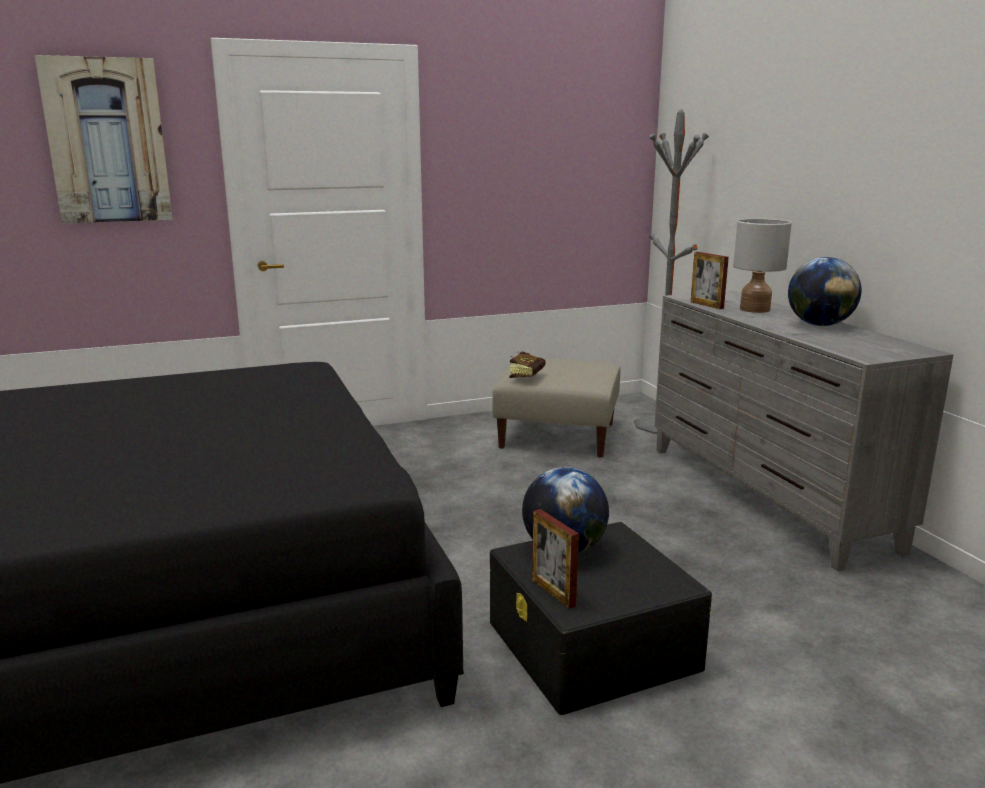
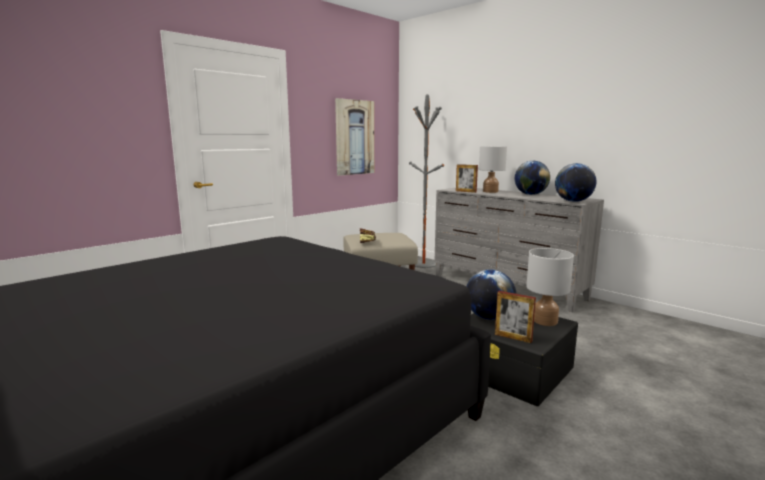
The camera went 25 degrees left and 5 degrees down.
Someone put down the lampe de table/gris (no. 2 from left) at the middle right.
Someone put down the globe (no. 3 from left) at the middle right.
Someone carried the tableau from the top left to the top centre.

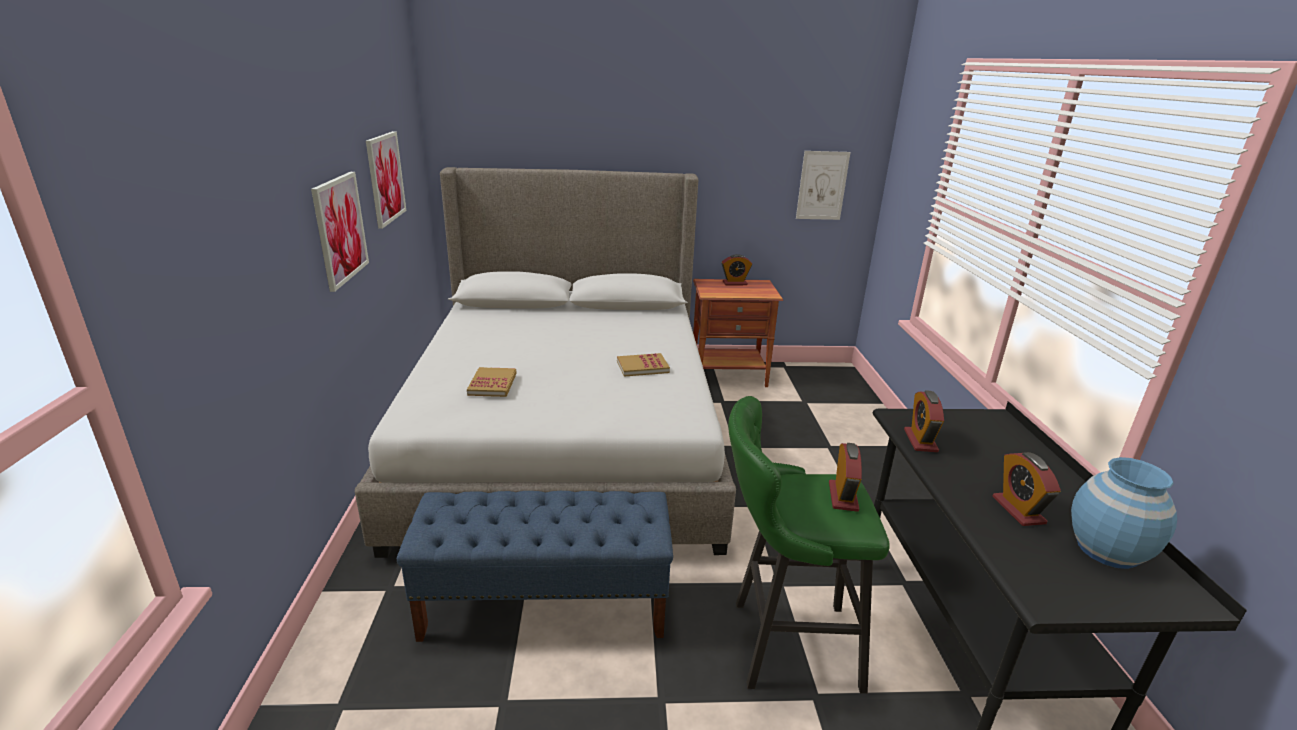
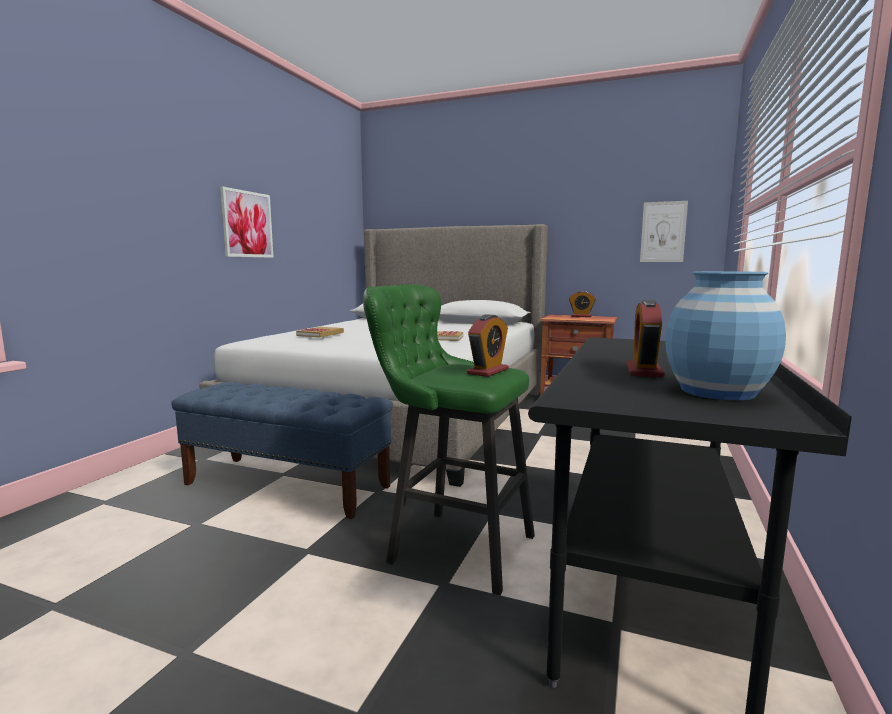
The camera went 25 degrees right and 15 degrees down.
Someone took away the tableau (no. 2 from left) at the top left.
Someone took away the réveil (no. 3 from left) at the middle right.

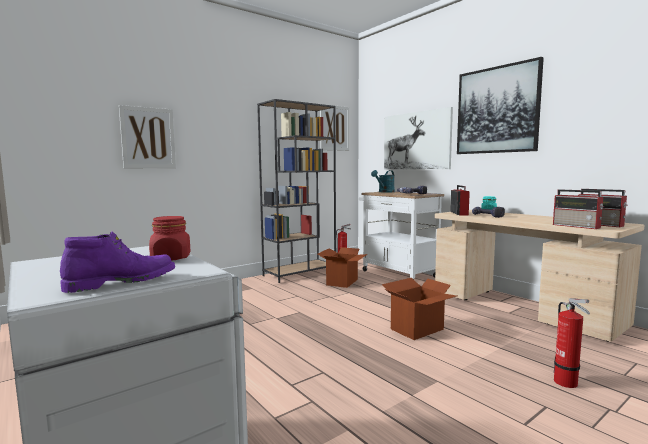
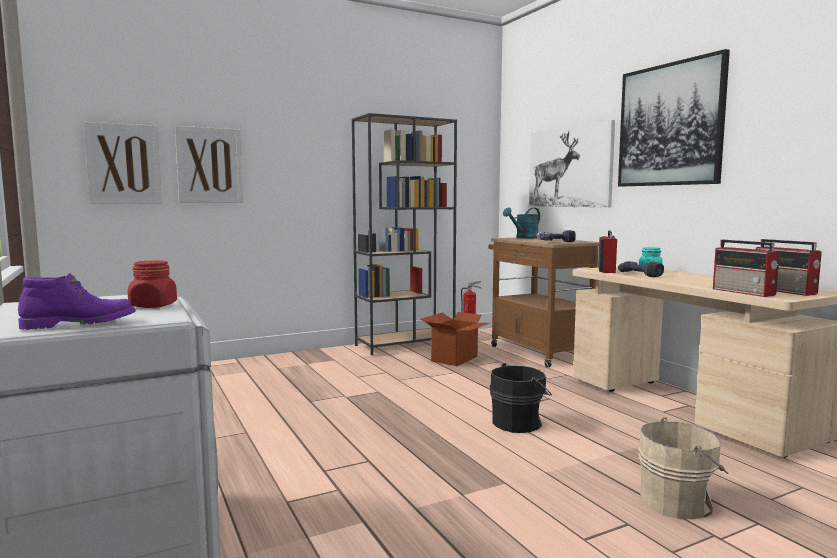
The camera went 10 degrees right and 0 degrees up.
Someone carried the tableau (no. 2 from left in the first image) from the top centre to the top left.
Someone swapped the carton (no. 2 from left) at the bottom centre for the seau/noir at the bottom centre.
Someone swapped the extincteur (no. 2 from left) at the bottom right for the seau/beige at the bottom right.
Someone repainted the chariot/blanc at the centre, which became the chariot/marron at the centre.

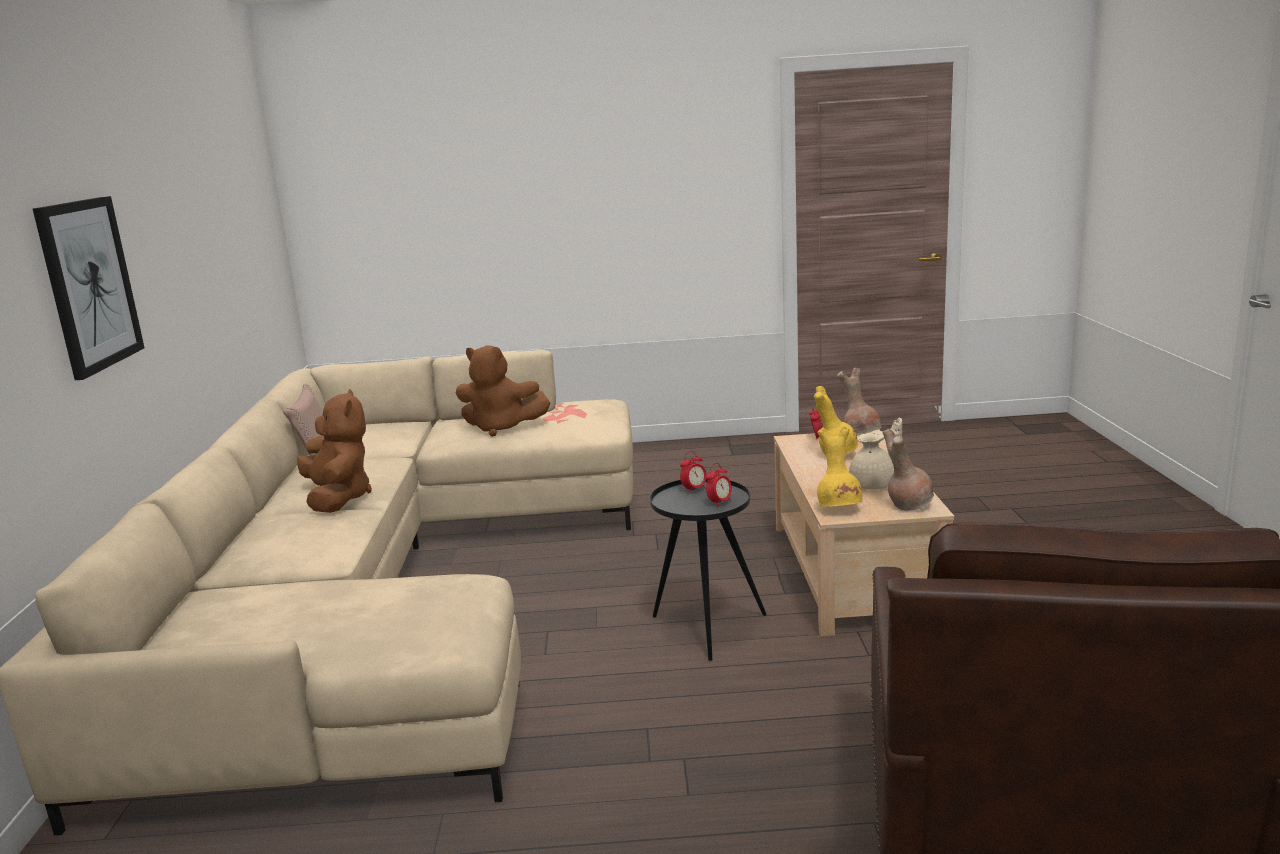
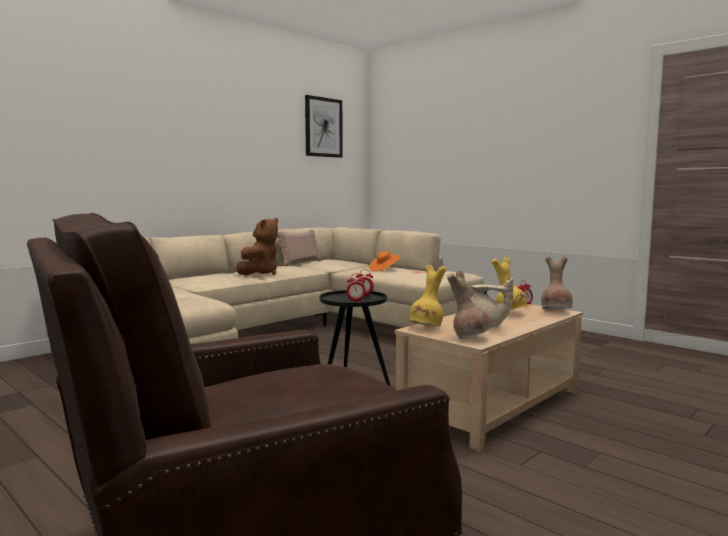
The camera went 45 degrees right and 10 degrees down.
Someone carried the tableau from the middle left to the top centre.
Someone swapped the peluche/marron (no. 2 from left) at the centre for the chapeau/orange at the centre.

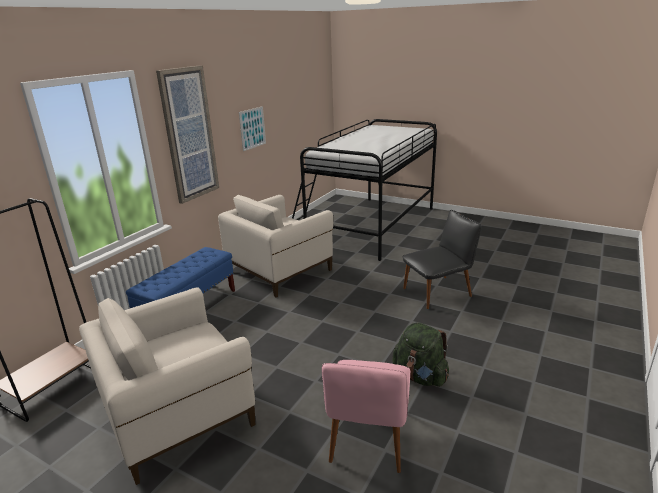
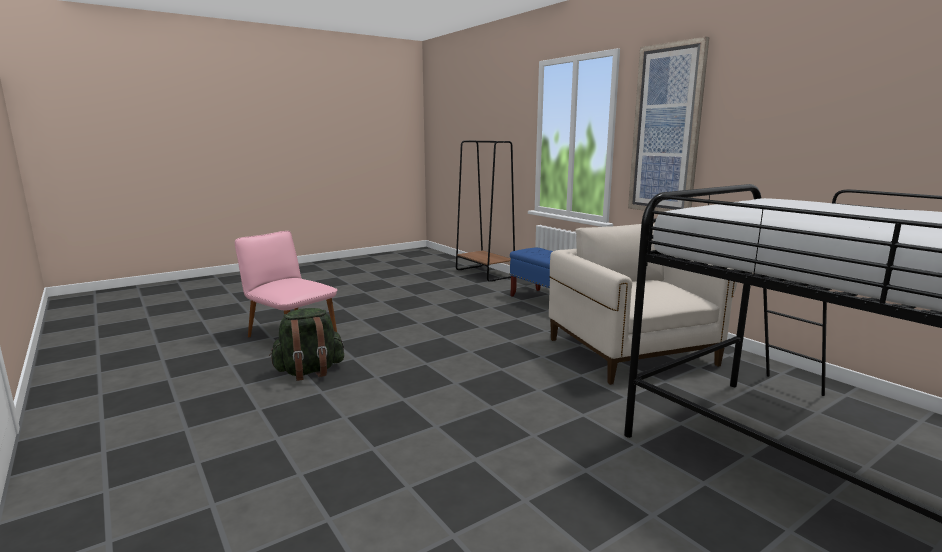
The camera went 115 degrees right and 10 degrees down.
Someone took away the fauteuil/beige (no. 1 from left) at the bottom left.
Someone took away the tableau (no. 2 from left) at the top centre.
Someone took away the chaise/noir at the middle right.

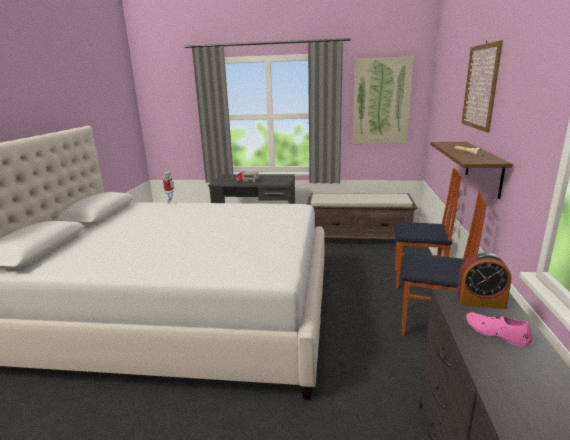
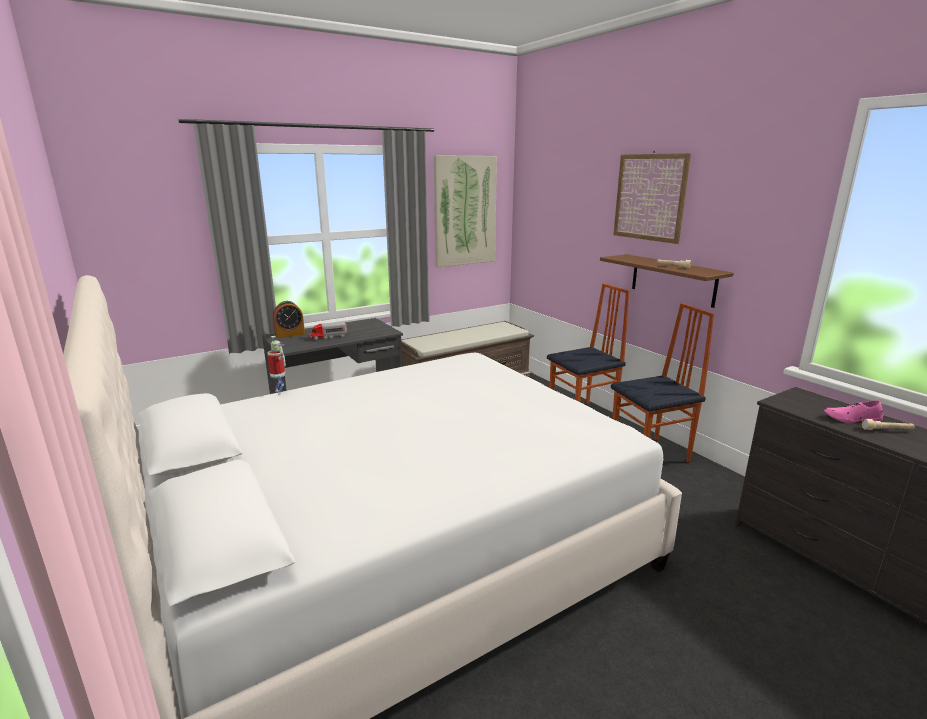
The camera went 40 degrees left and 0 degrees up.
Someone put down the lampe de poche/beige (no. 2 from left) at the middle right.
Someone carried the réveil from the middle right to the middle left.

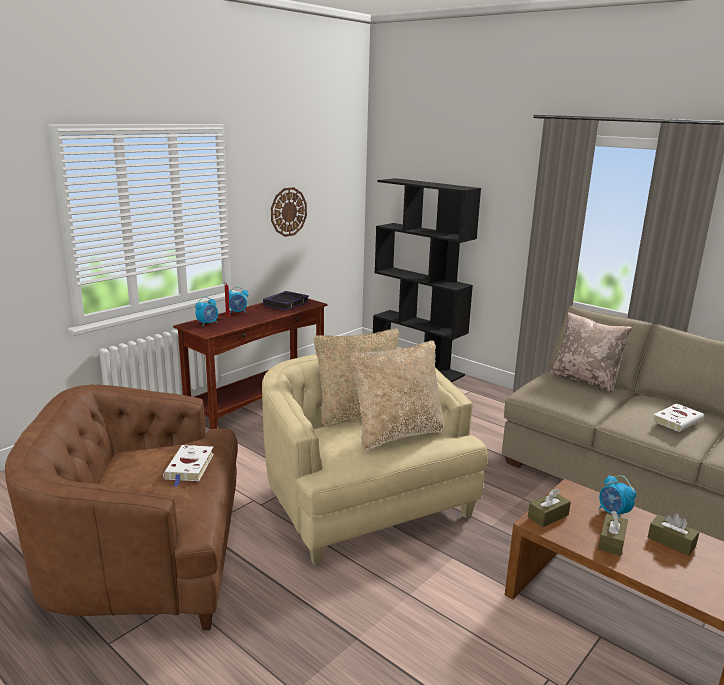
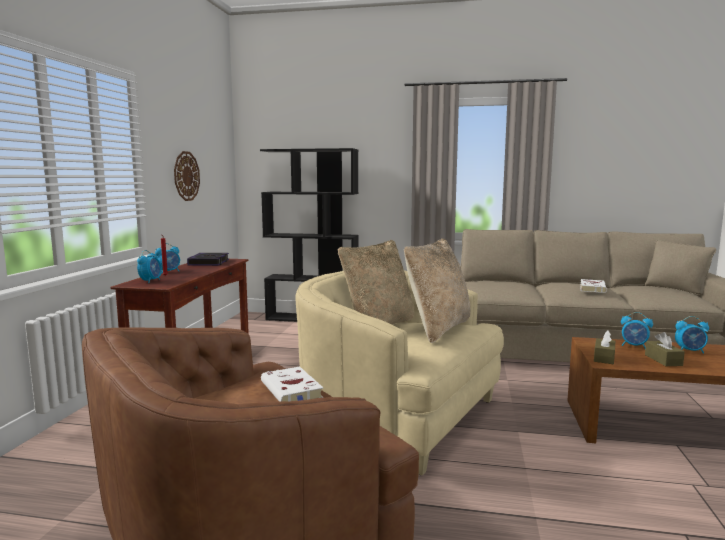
The camera went 30 degrees left and 10 degrees down.
Someone took away the coussin/beige (no. 3 from left) at the middle right.
Someone swapped the boîte à mouchoirs/marron (no. 3 from left) at the bottom right for the réveil (no. 4 from left) at the middle right.

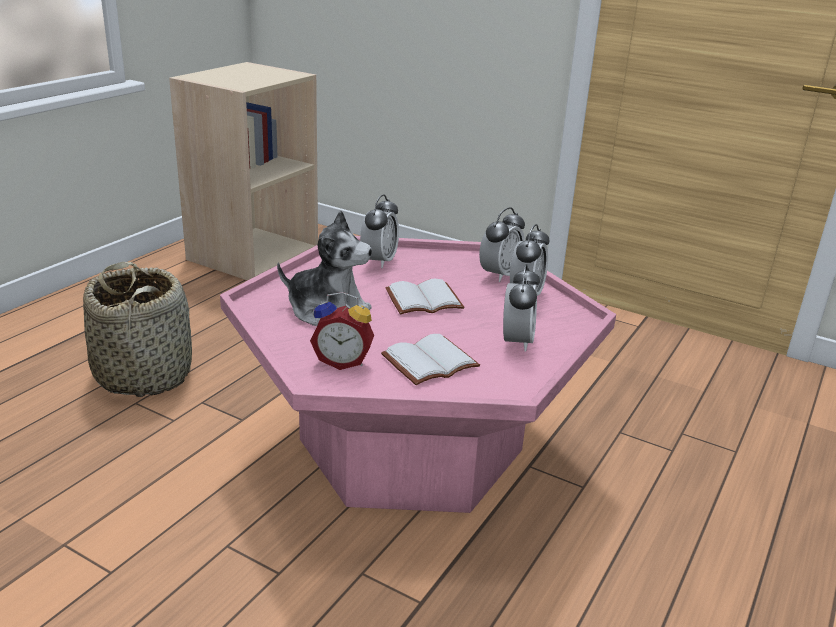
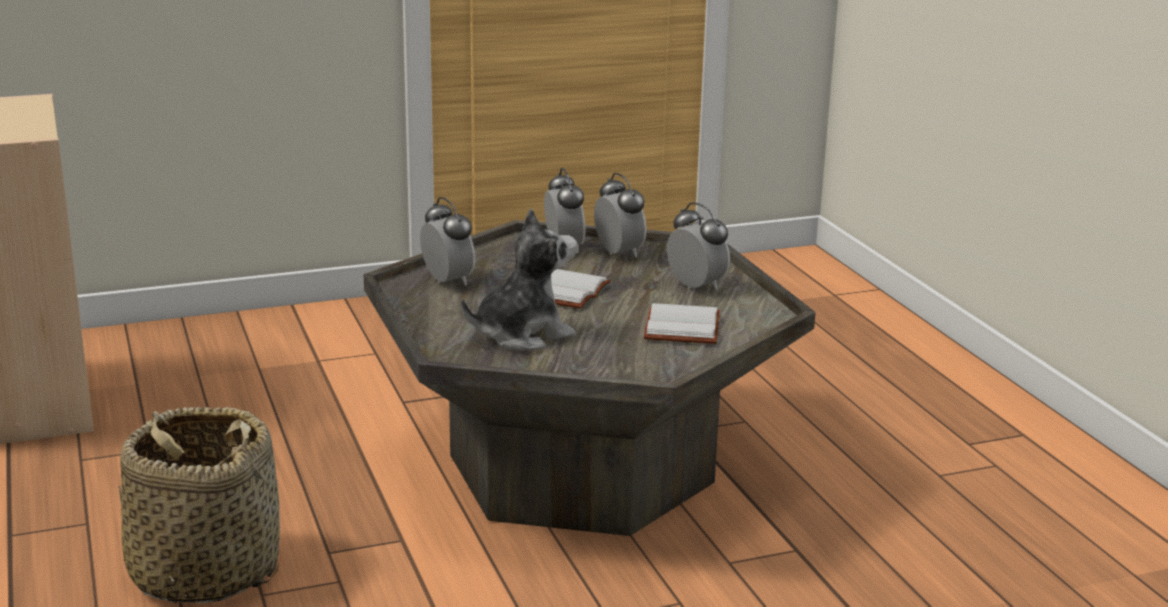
The camera went 50 degrees left and 5 degrees down.
Someone took away the réveil (no. 1 from left) at the centre.
Someone repainted the table basse/rose at the centre, which became the table basse/gris at the centre.

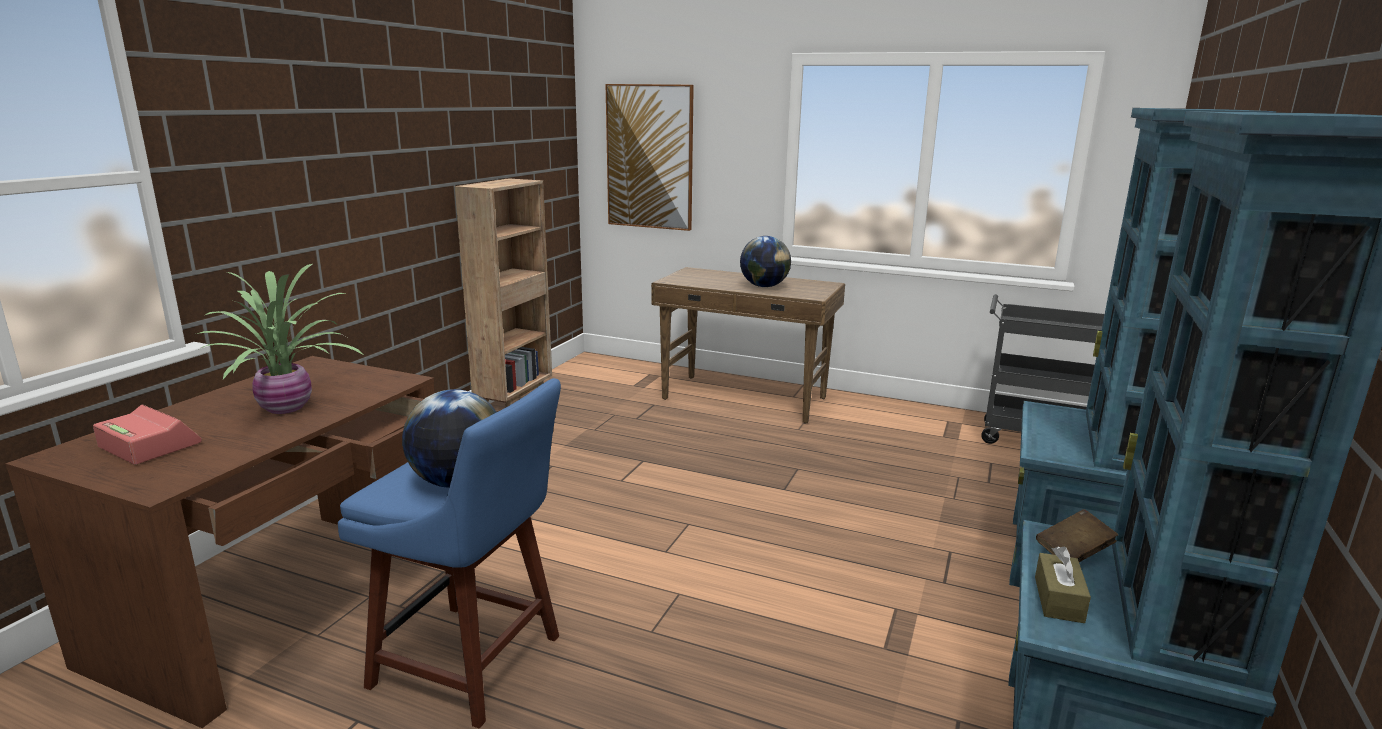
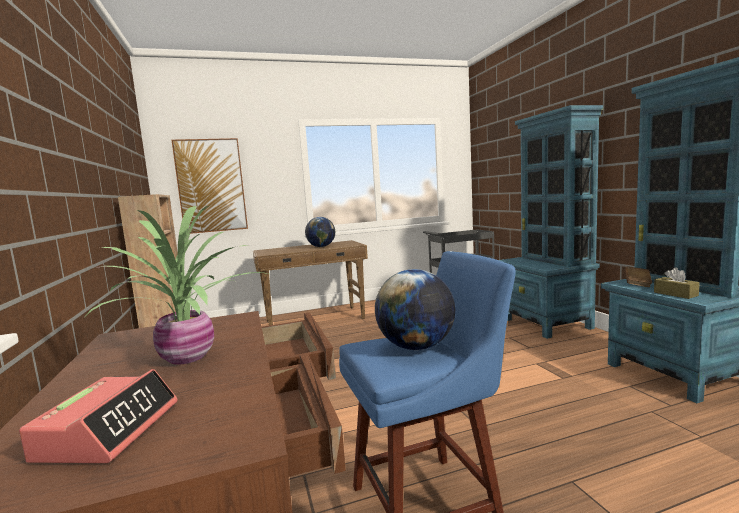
The camera went 40 degrees left and 10 degrees down.
Someone rotated the réveil at the middle left by 105 degrees clockwise.

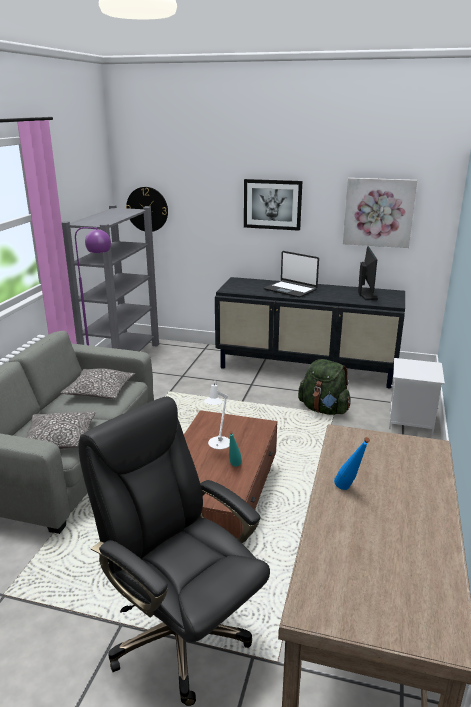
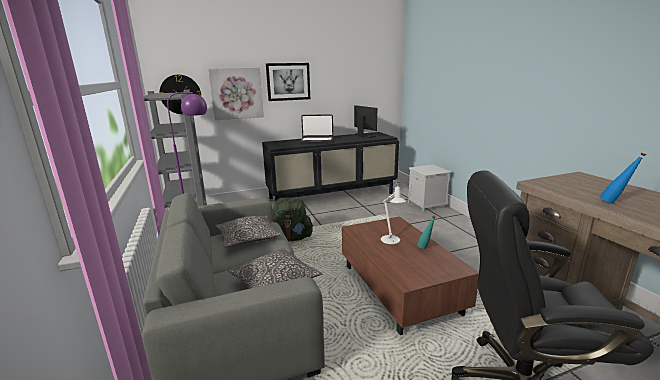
The camera went 35 degrees left and 5 degrees down.
Someone carried the sac à dos/vert from the middle right to the centre.
Someone carried the tableau (no. 2 from left in the first image) from the top right to the top centre.

